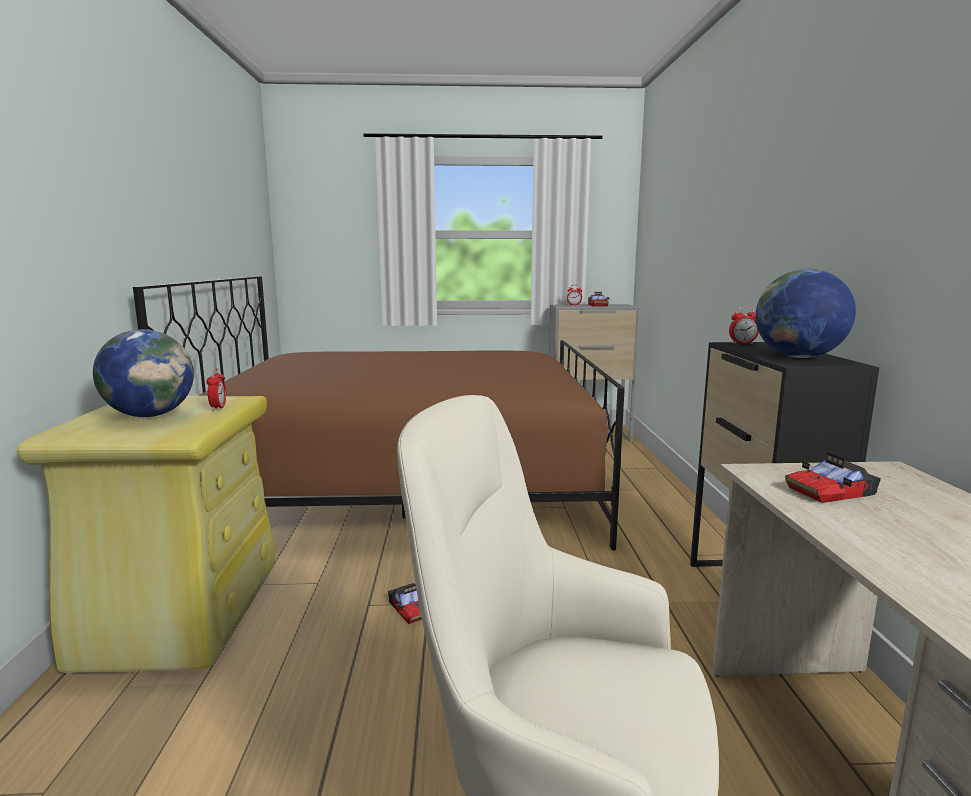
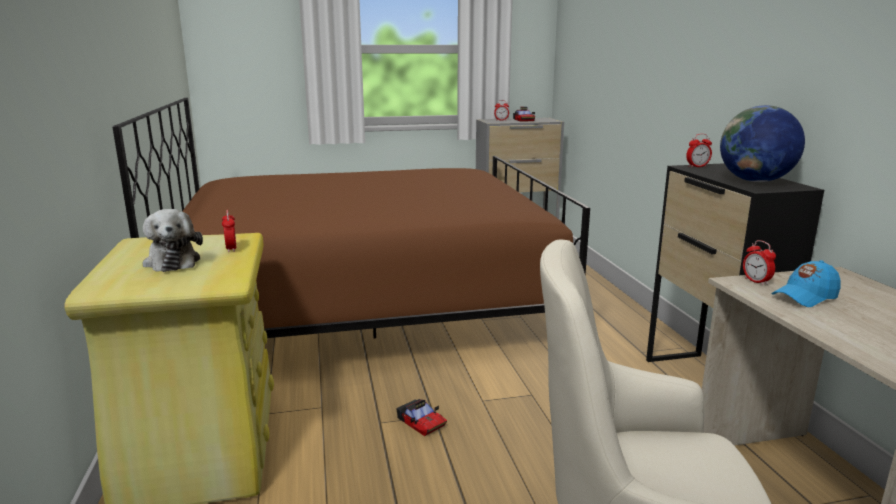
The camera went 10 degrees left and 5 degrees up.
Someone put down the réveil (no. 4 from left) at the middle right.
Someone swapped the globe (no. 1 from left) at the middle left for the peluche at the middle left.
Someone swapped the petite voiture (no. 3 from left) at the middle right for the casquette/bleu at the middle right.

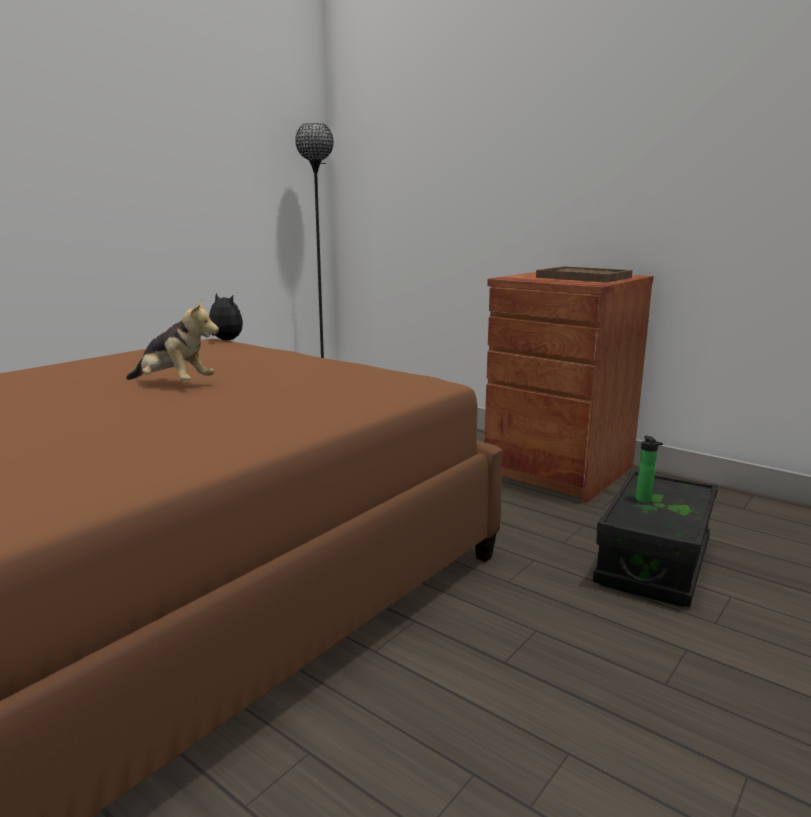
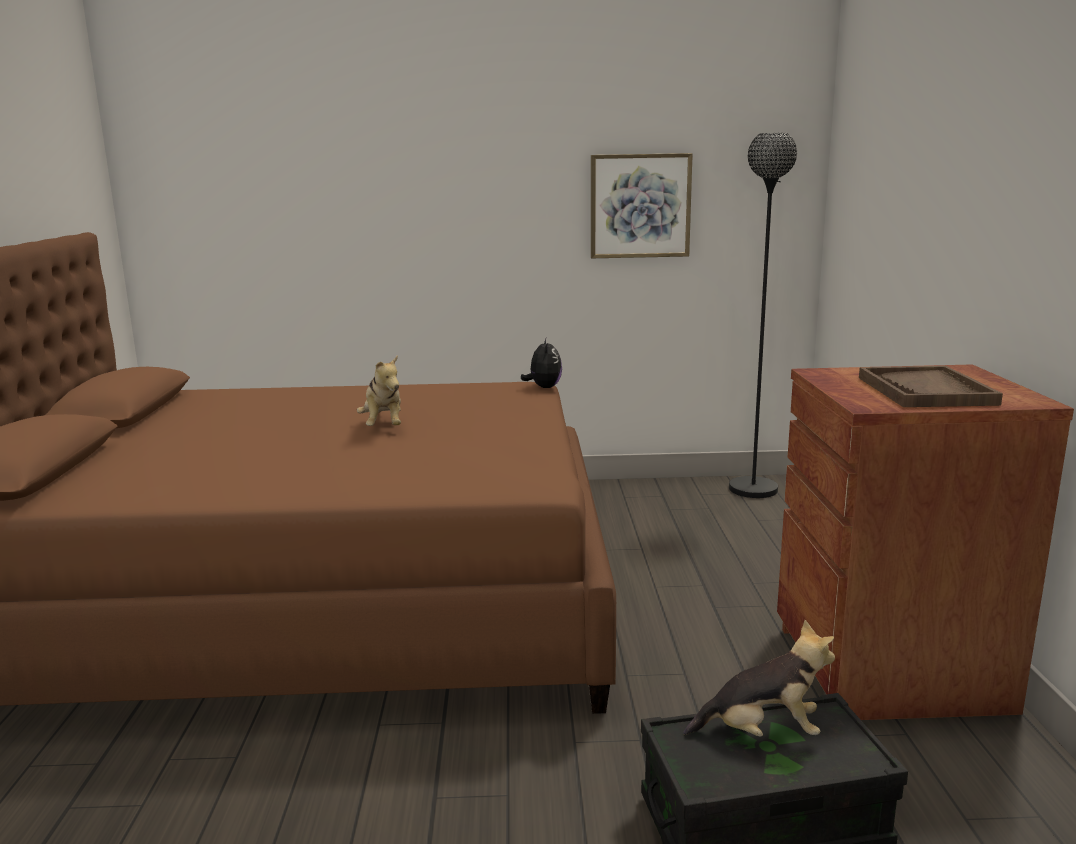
The camera went 50 degrees right and 0 degrees up.
Someone put up the tableau at the top centre.
Someone swapped the bouteille at the middle right for the peluche (no. 3 from left) at the bottom right.

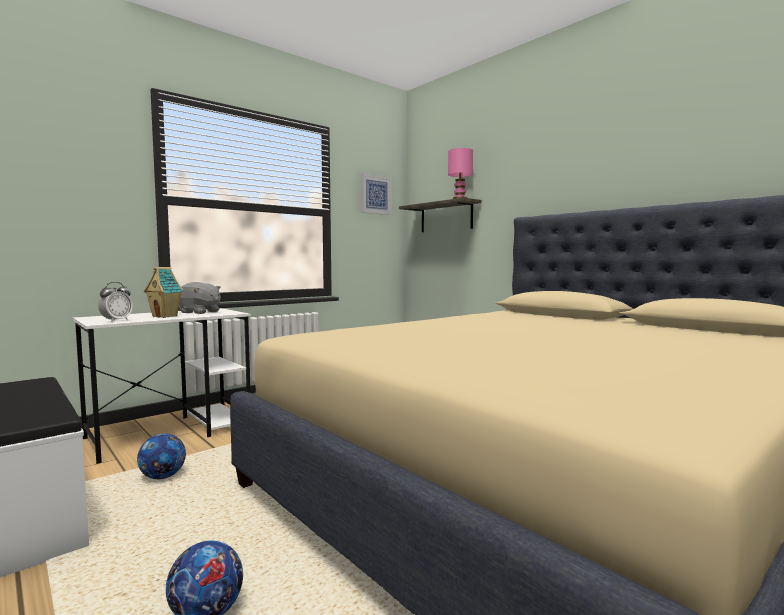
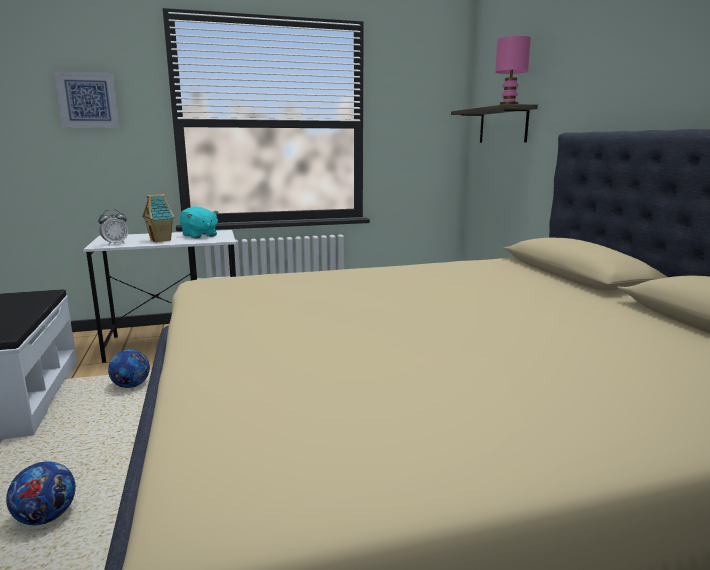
The camera went 25 degrees right and 10 degrees up.
Someone carried the tableau from the top centre to the top left.
Someone repainted the peluche/gris at the middle left, which became the peluche/turquoise at the middle left.

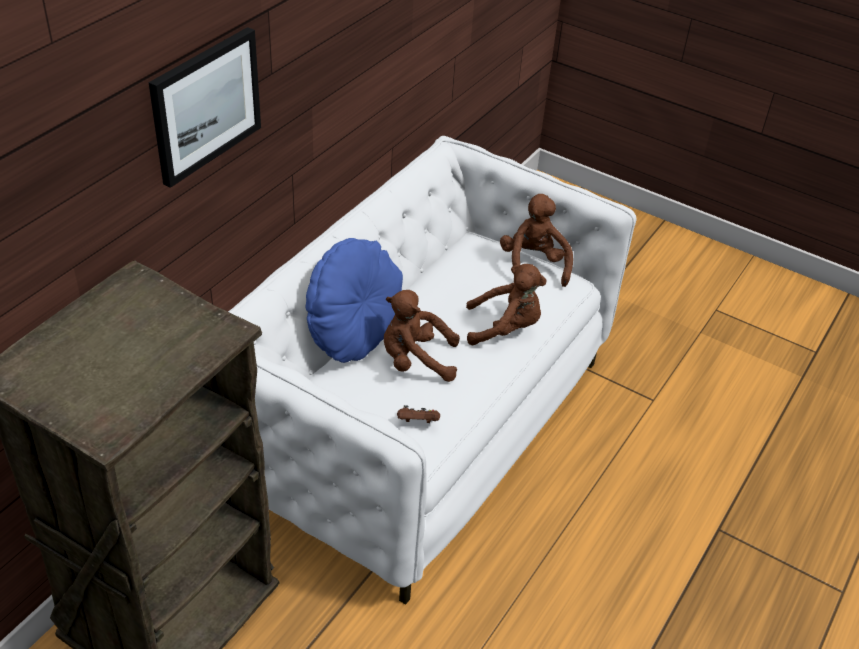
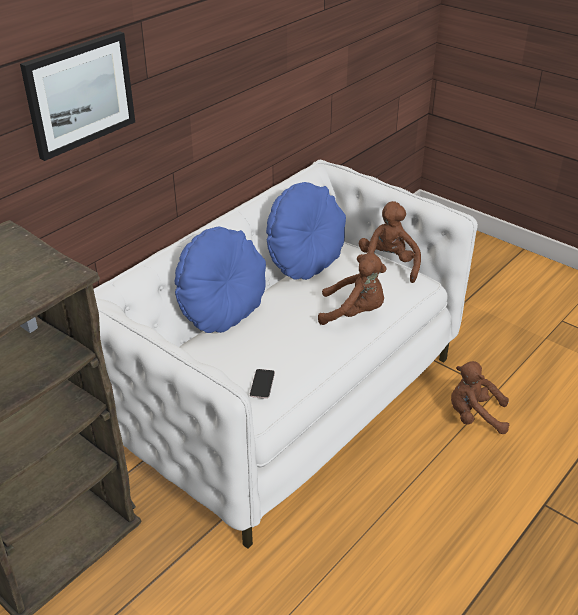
The camera went 10 degrees right and 5 degrees down.
Someone put down the coussin/bleu (no. 2 from left) at the centre.
Someone carried the peluche/marron (no. 1 from left in the first image) from the centre to the middle right.
Someone swapped the manette/marron at the centre for the téléphone at the centre.

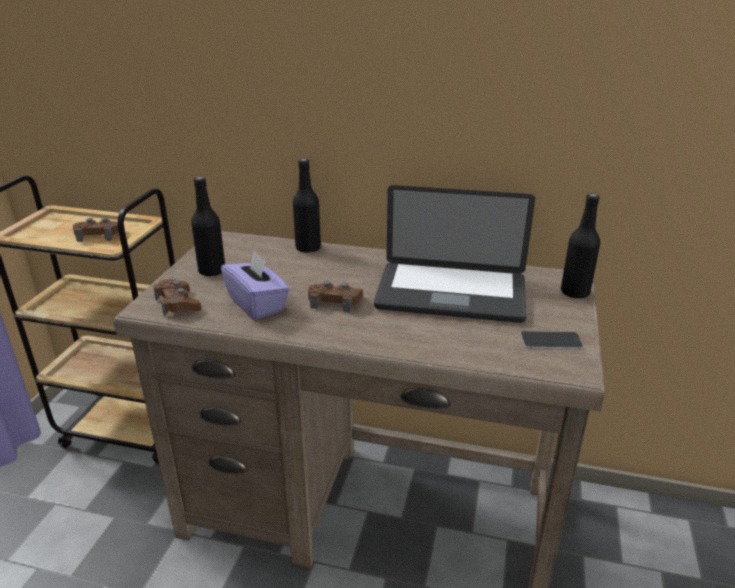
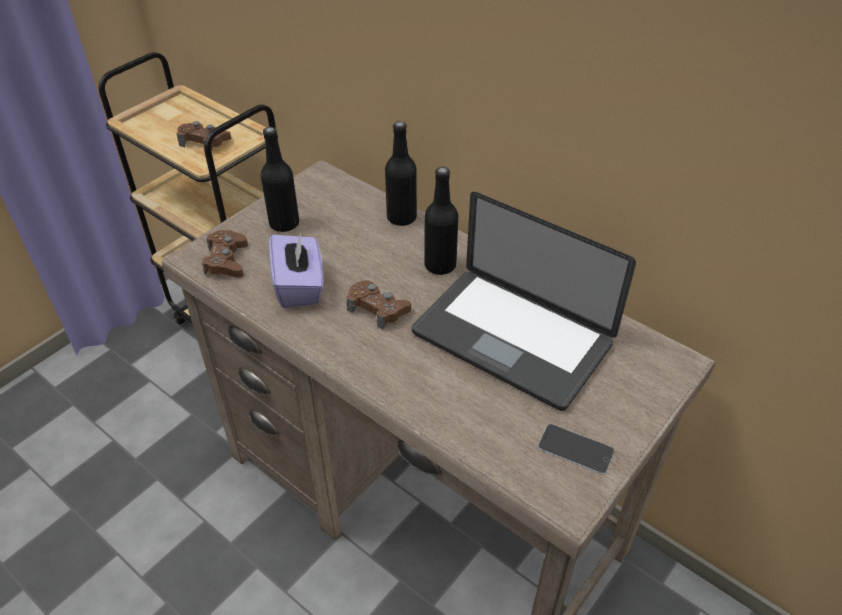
The camera went 25 degrees right and 15 degrees up.
Someone carried the bouteille/noir (no. 3 from left) from the middle right to the centre.

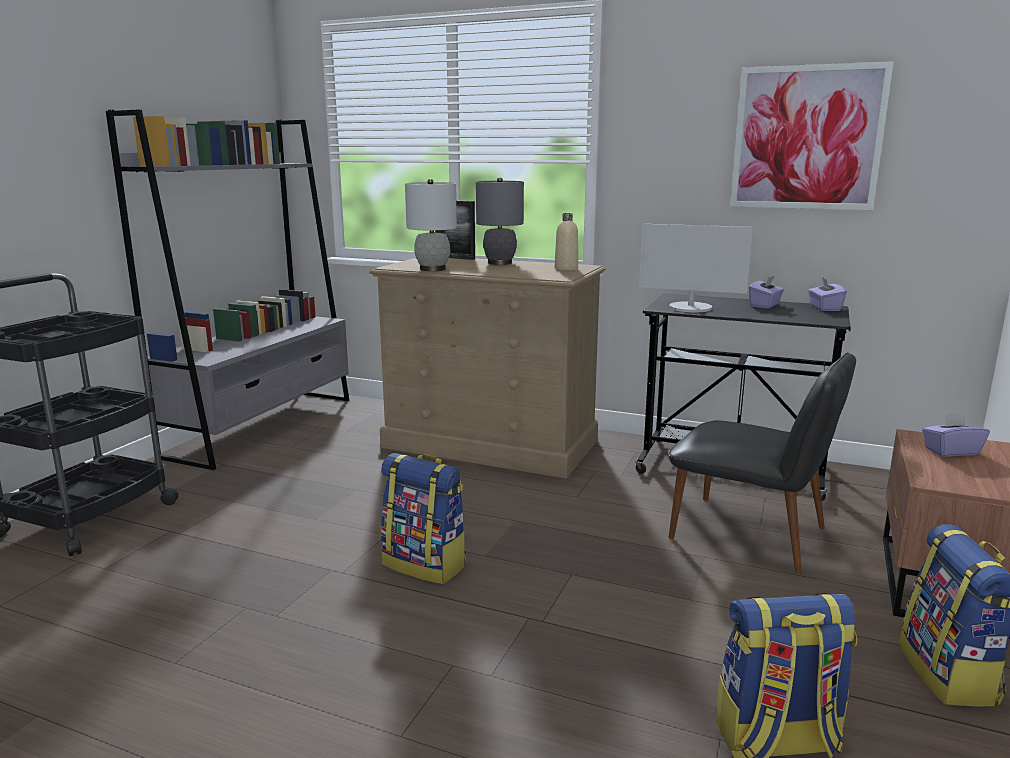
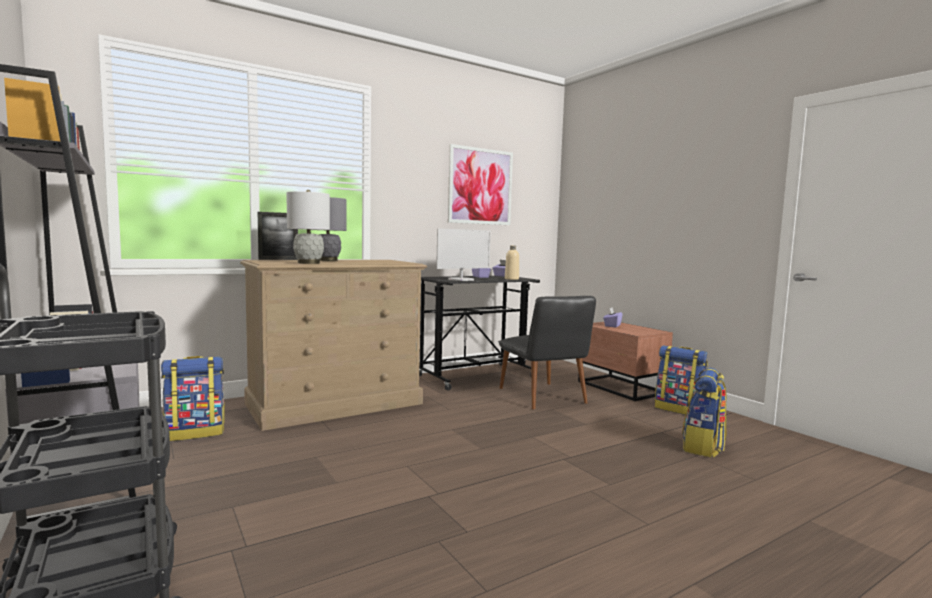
The camera went 55 degrees left and 10 degrees down.
Someone carried the sac à dos (no. 1 from left) from the bottom centre to the middle left.
Someone carried the bouteille/beige from the top centre to the centre.
Someone rotated the chaise/noir at the middle right by 90 degrees clockwise.

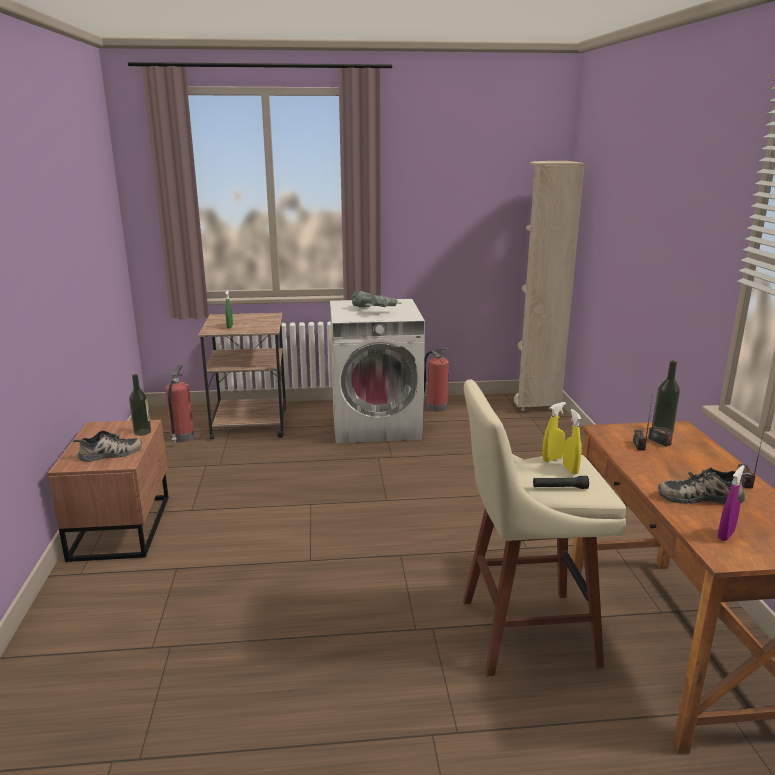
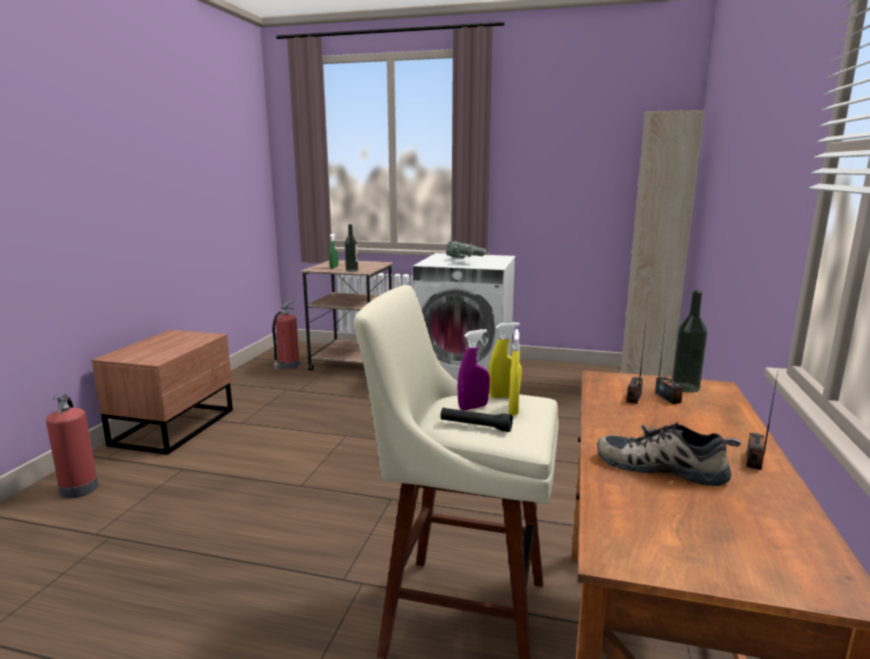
The camera went 20 degrees right and 5 degrees down.
Someone took away the chaussure (no. 1 from left) at the middle left.
Someone carried the bouteille (no. 1 from left) from the middle left to the centre.
Someone carried the extincteur (no. 2 from left in the first image) from the centre to the bottom left.
Someone carried the vaporisateur/violet from the middle right to the centre.

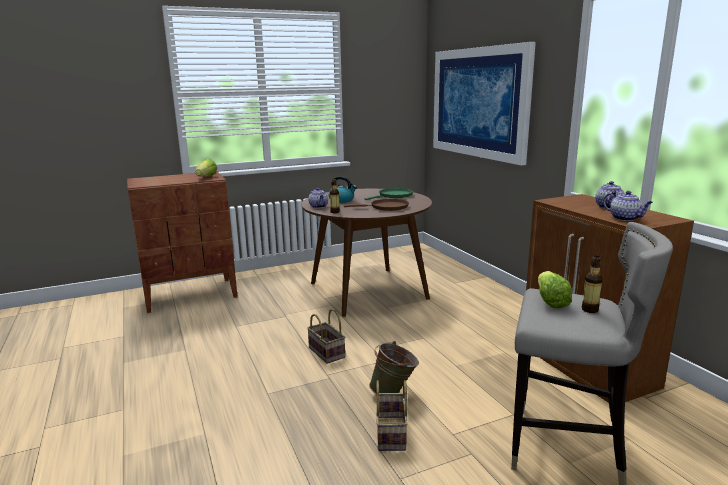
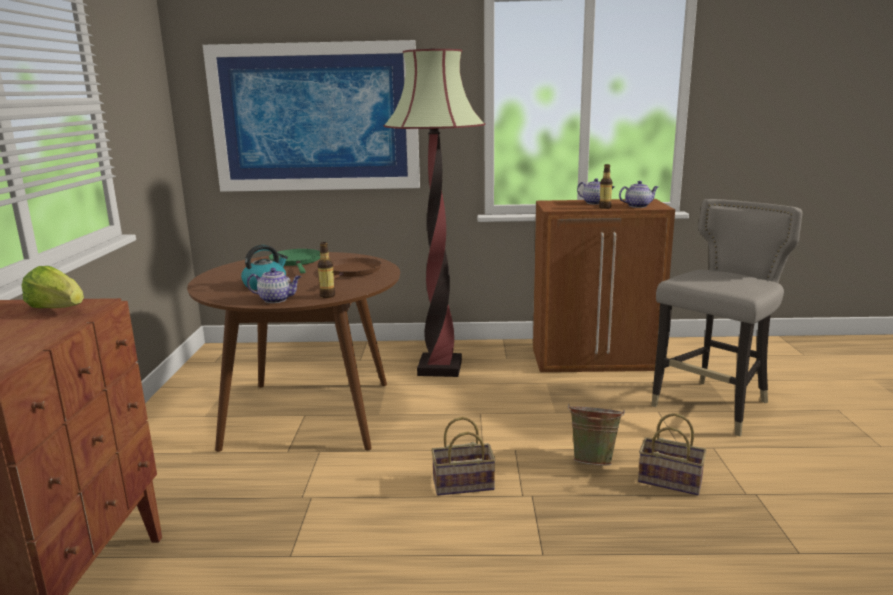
The camera went 65 degrees left and 0 degrees up.
Someone took away the laitue (no. 2 from left) at the middle right.
Someone put down the lampadaire at the centre.
Someone carried the bouteille (no. 2 from left) from the middle right to the top right.

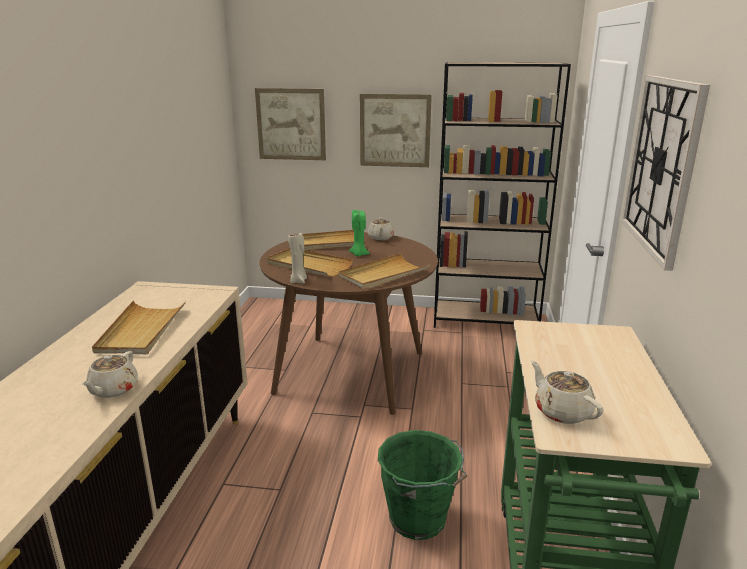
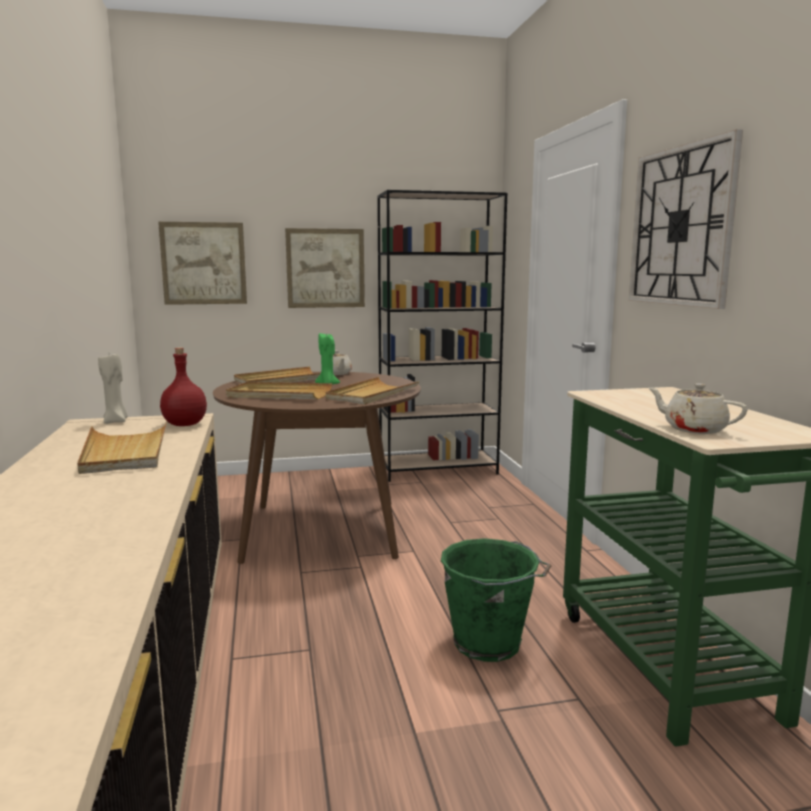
The camera went 20 degrees left and 10 degrees down.
Someone took away the théière/beige (no. 1 from left) at the middle left.
Someone put down the bouteille/rouge at the middle left.
Someone carried the bougie/beige from the centre to the middle left.

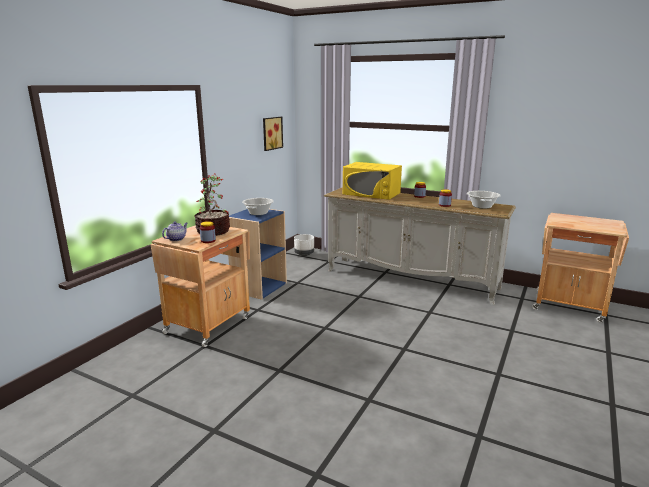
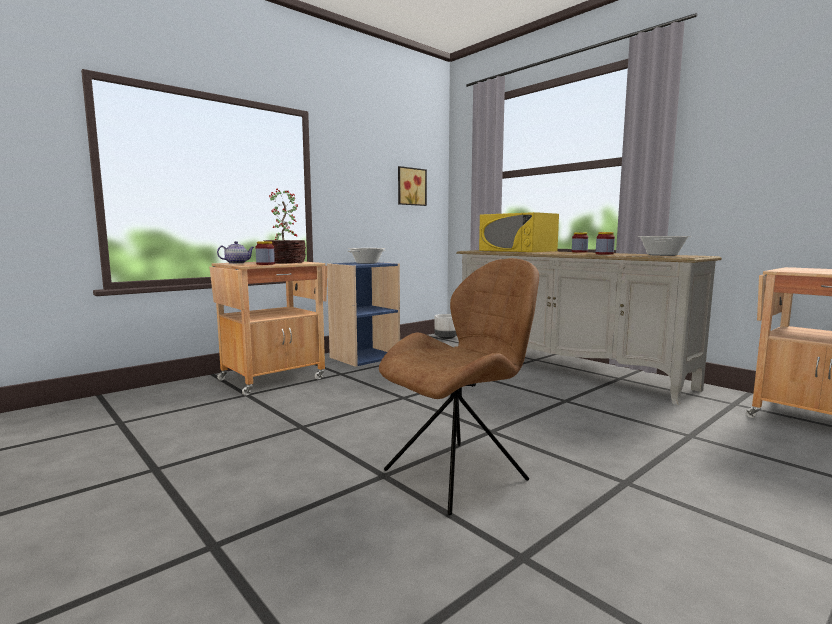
The camera went 20 degrees right and 10 degrees down.
Someone put down the chaise/marron at the centre.

